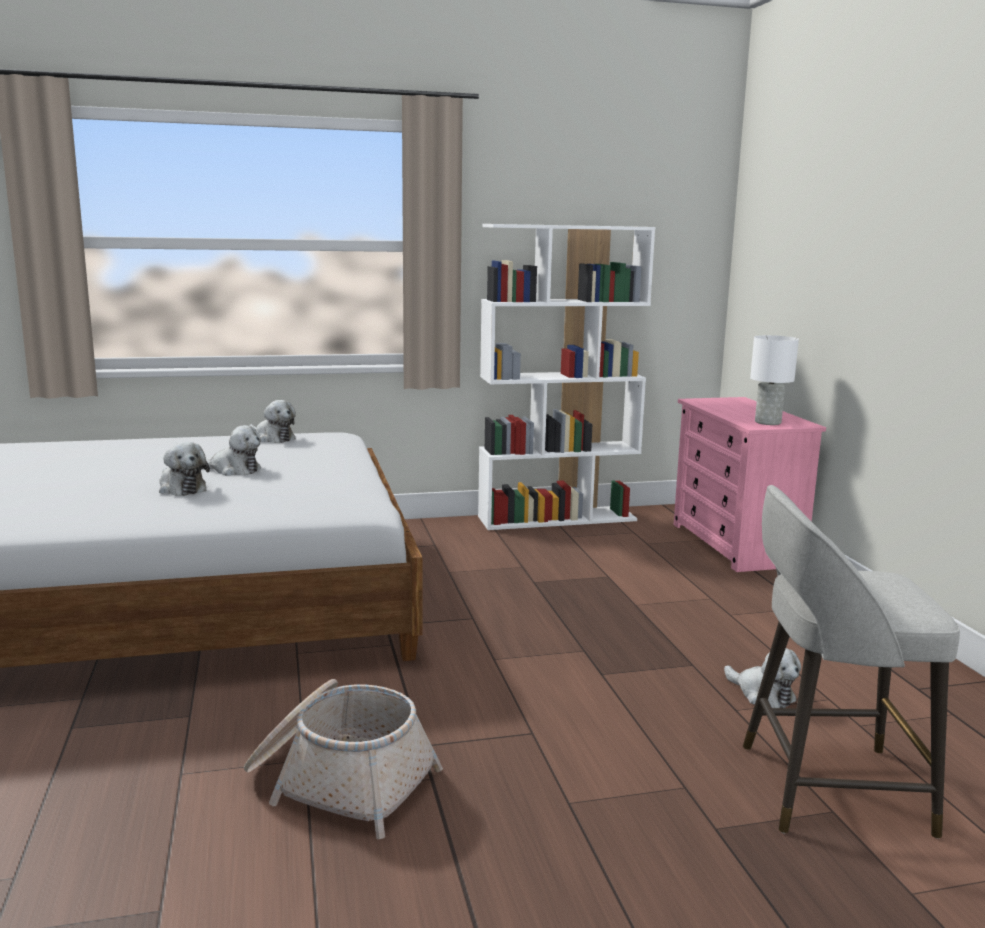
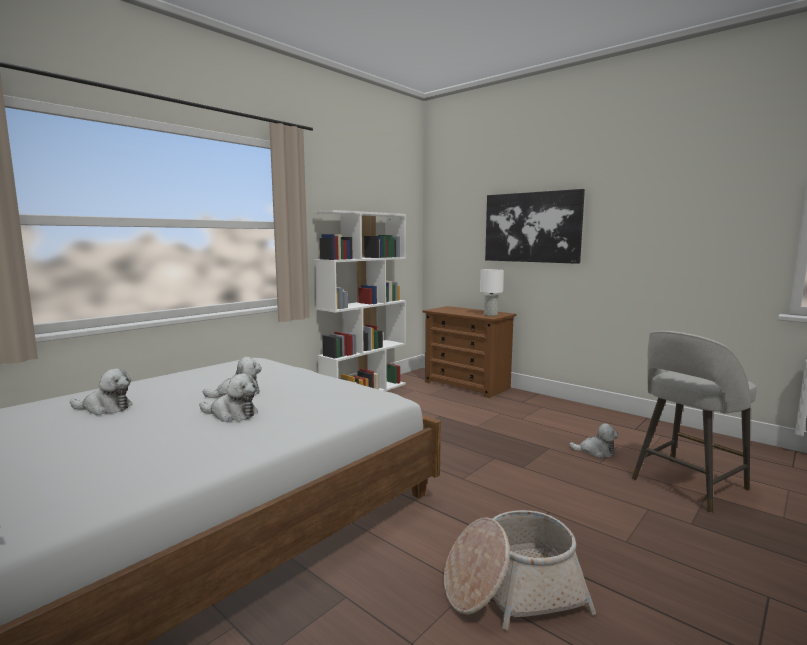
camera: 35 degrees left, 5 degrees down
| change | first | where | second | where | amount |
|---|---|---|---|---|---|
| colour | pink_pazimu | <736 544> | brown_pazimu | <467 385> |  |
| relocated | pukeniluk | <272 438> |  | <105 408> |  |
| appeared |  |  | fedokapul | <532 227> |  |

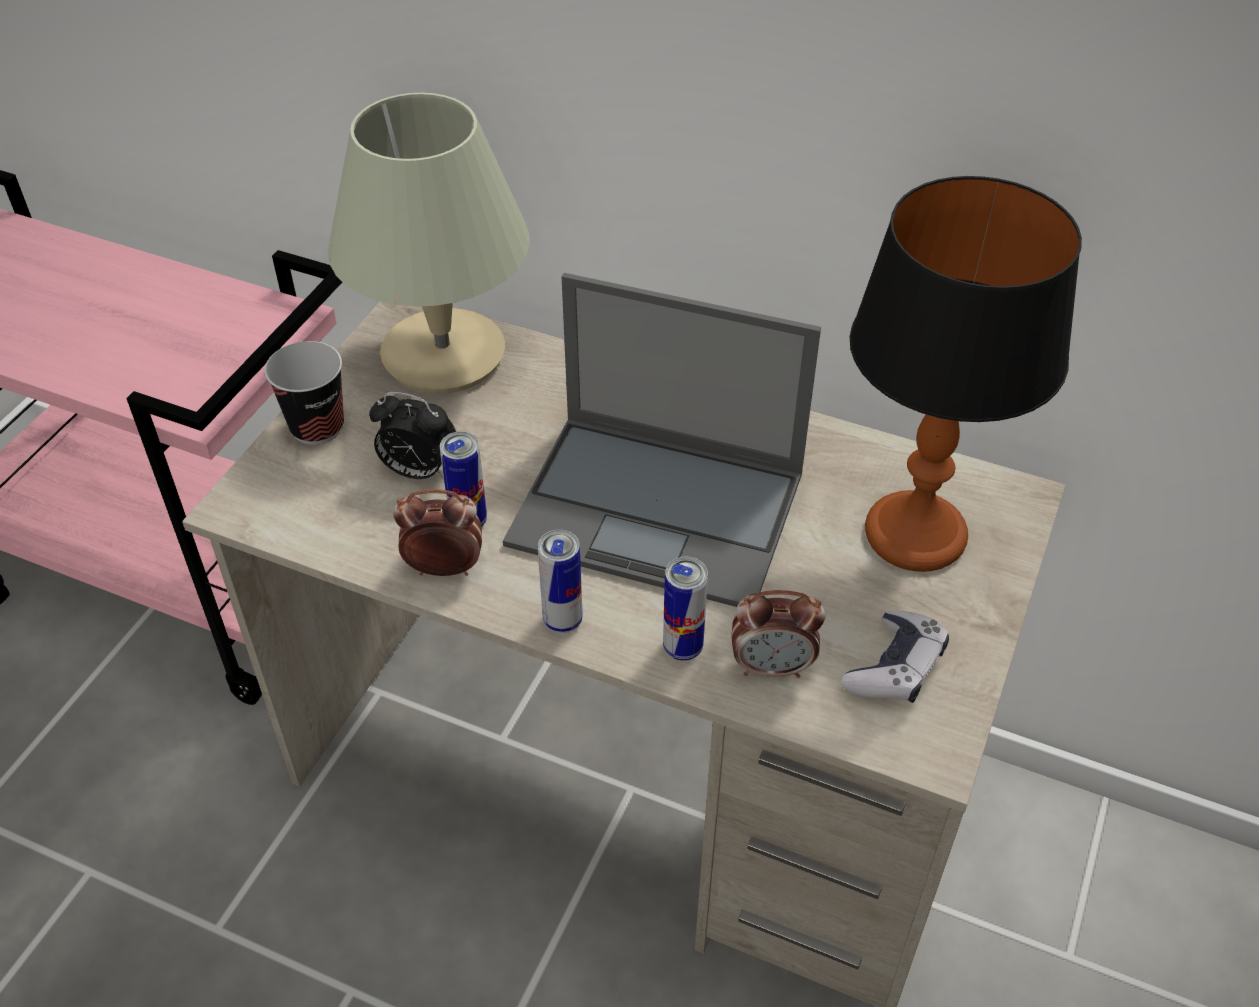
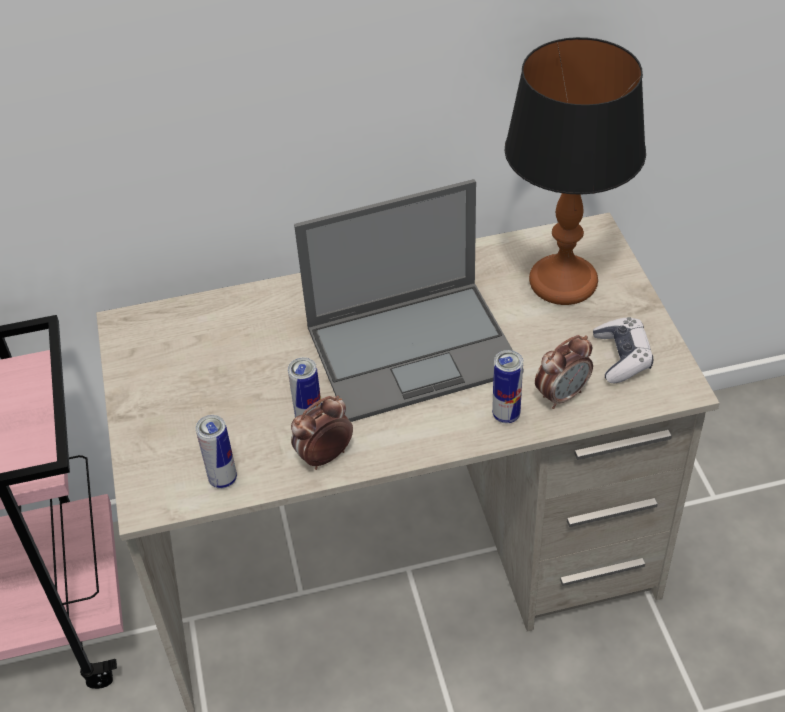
camera: 35 degrees left, 0 degrees up
| change | first | where | second | where | amount |
|---|---|---|---|---|---|
| missing | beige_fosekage | <444 355> |  |  |  |
| missing | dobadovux | <317 427> |  |  |  |
| missing | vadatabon | <417 471> |  |  |  |
| relocated | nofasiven | <562 620> |  | <223 479> |  |

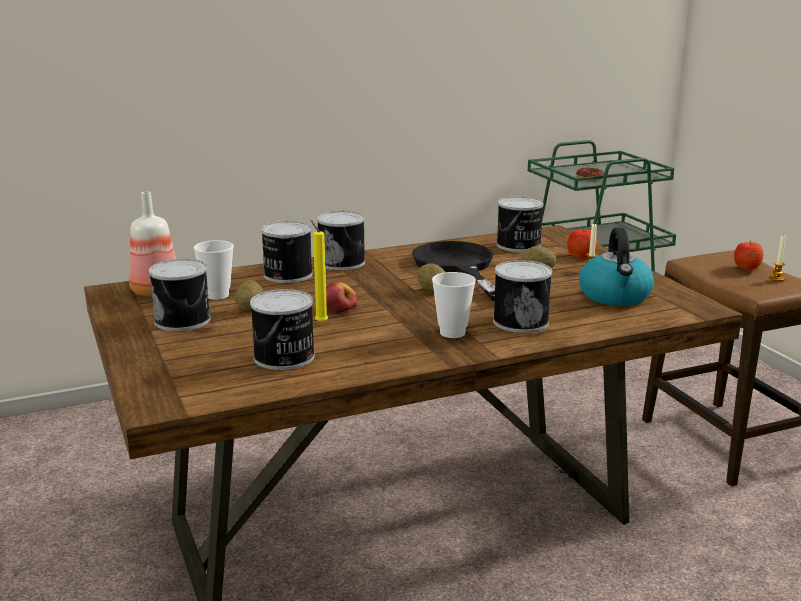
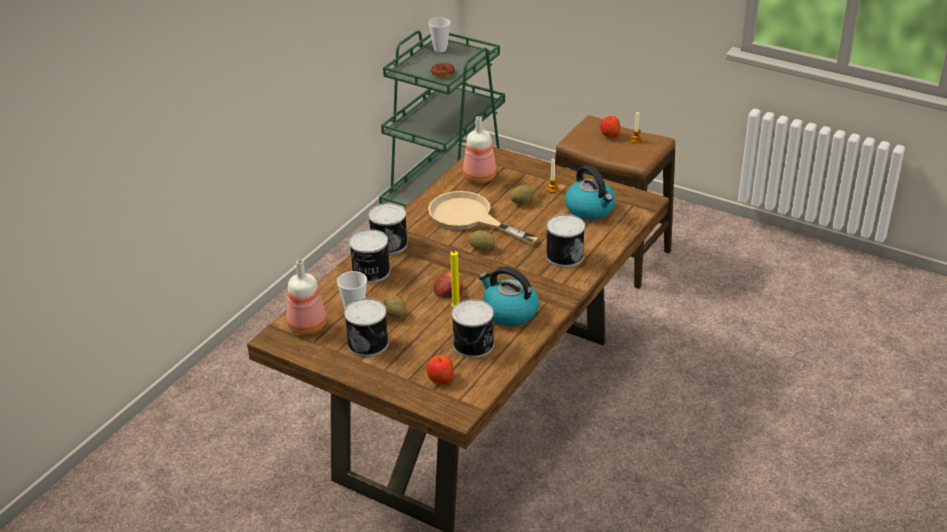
camera: 35 degrees left, 15 degrees up
| change | first | where | second | where | amount |
|---|---|---|---|---|---|
| exchanged | nofasiven | <519 245> | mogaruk | <480 178> |  |
| relocated | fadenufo | <581 256> |  | <440 378> |  |
| colour | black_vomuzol | <458 267> | beige_vomuzol | <469 218> |  |
| relocated | dobadovux | <452 333> |  | <440 49> |  |
| appeared |  |  | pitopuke | <509 312> |  |

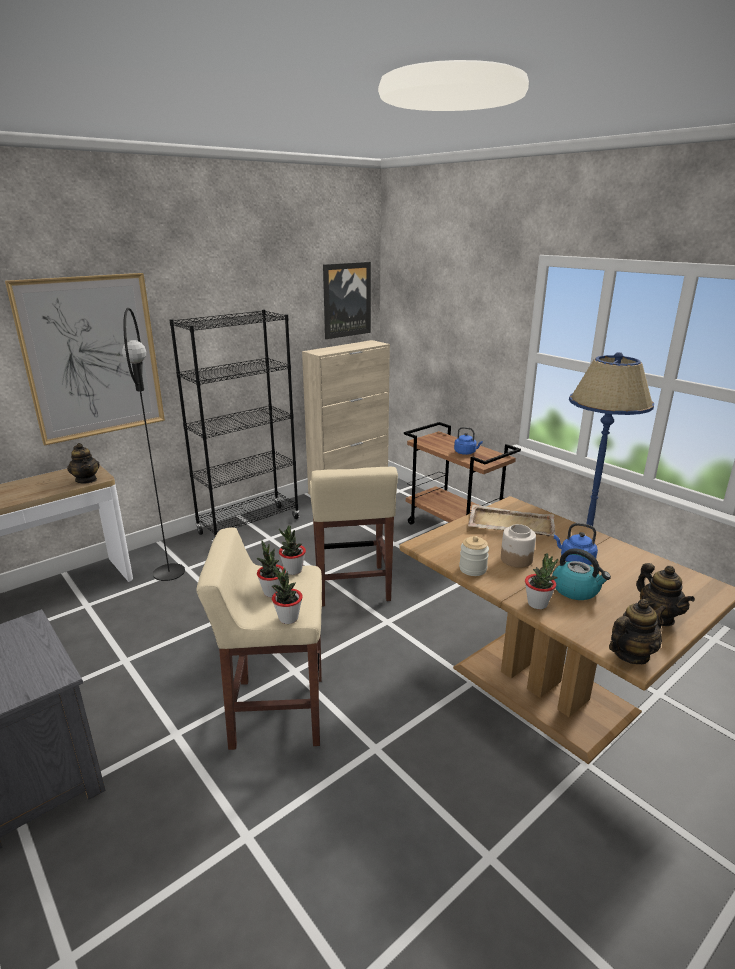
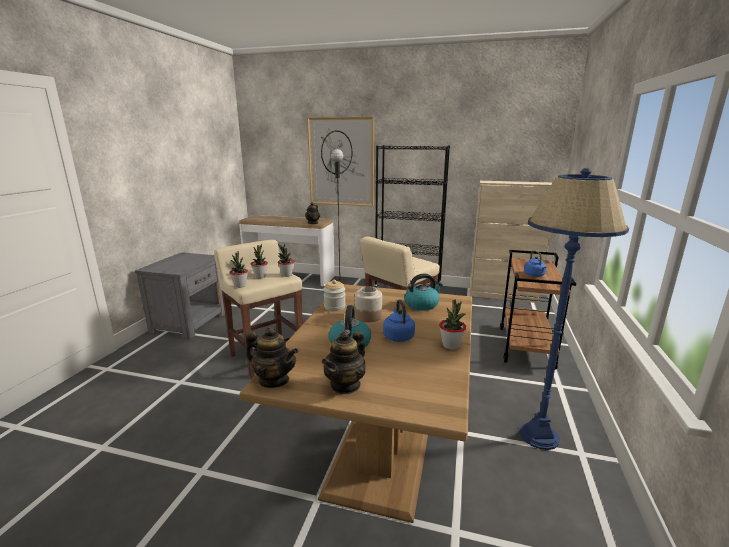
camera: 55 degrees right, 5 degrees down
| change | first | where | second | where | amount |
|---|---|---|---|---|---|
| missing | fedokapul | <346 300> |  |  |  |
| exchanged | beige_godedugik | <510 523> | pitopuke | <422 304> |  |
| relocated | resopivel | <537 604> |  | <451 345> |  |

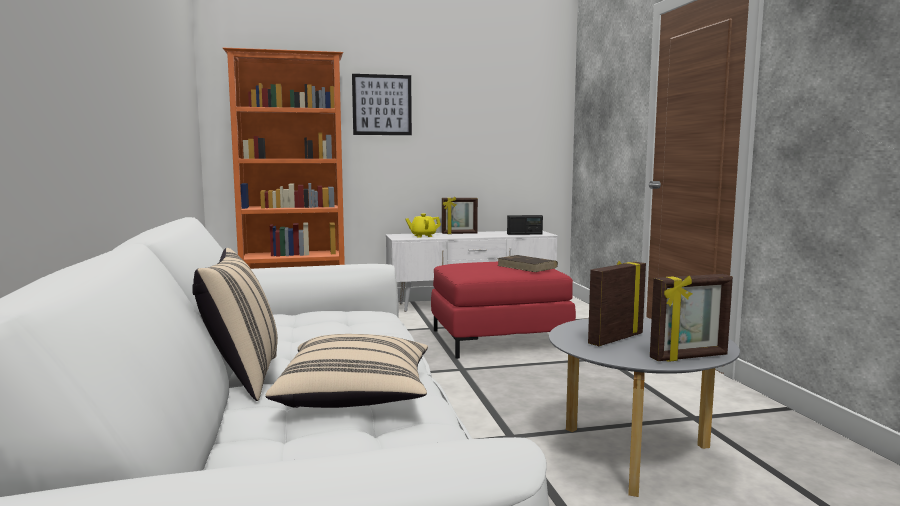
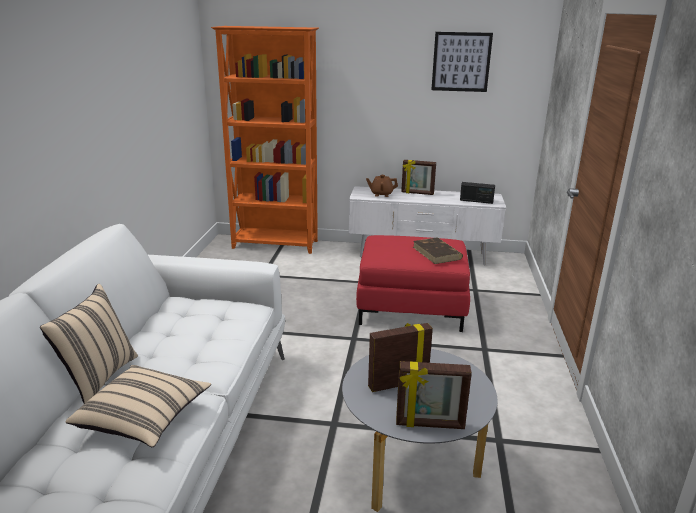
camera: 20 degrees right, 15 degrees up
| change | first | where | second | where | amount |
|---|---|---|---|---|---|
| relocated | fedokapul | <382 105> |  | <461 62> |  |
| colour | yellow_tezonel | <423 236> | brown_tezonel | <381 194> |  |

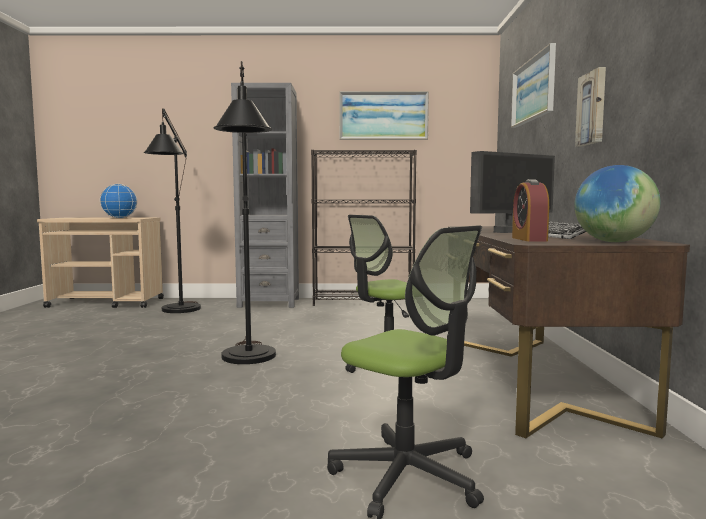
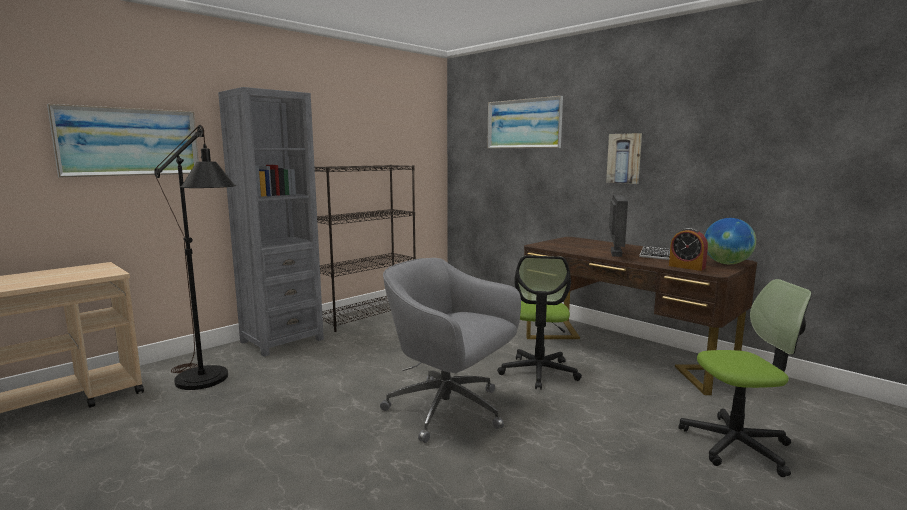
camera: 45 degrees left, 5 degrees up
| change | first | where | second | where | amount |
|---|---|---|---|---|---|
| exchanged | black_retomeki | <248 360> | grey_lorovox | <449 411> |  |
| relocated | fedokapul | <383 115> |  | <129 142> |  |
| missing | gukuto | <119 218> |  |  |  |

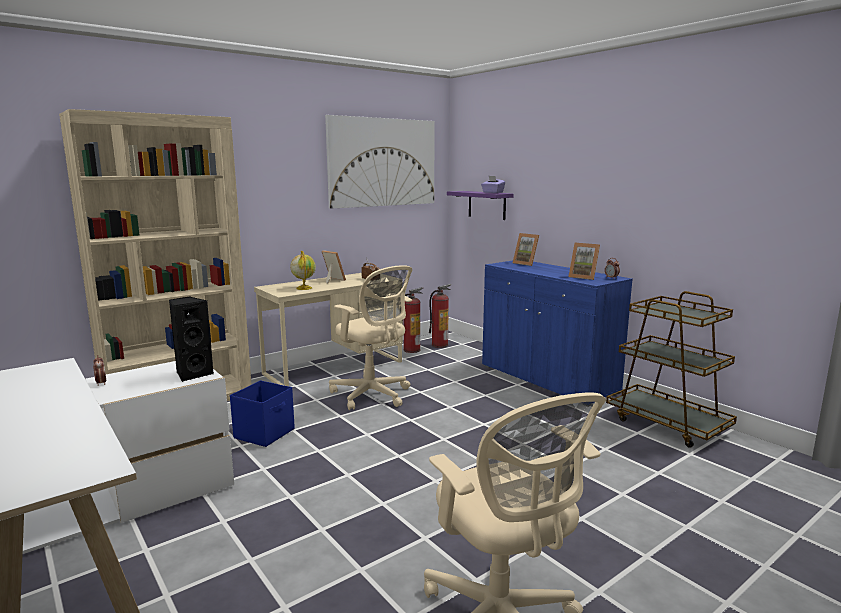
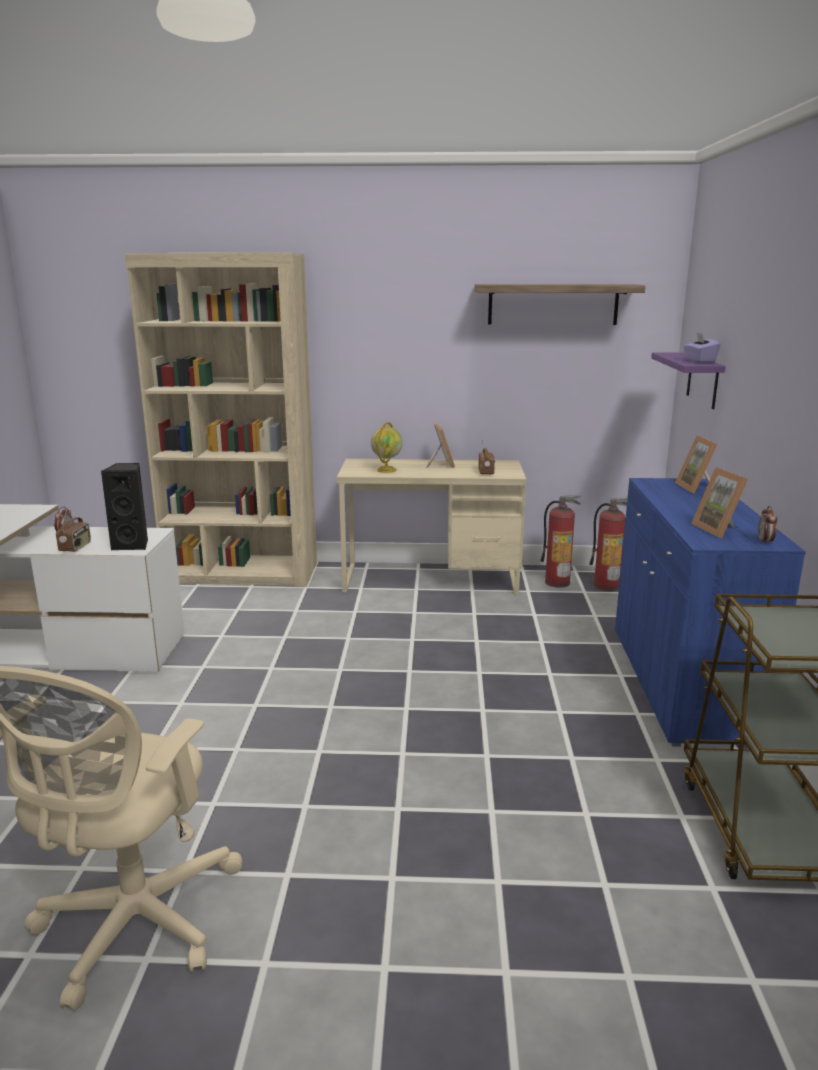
camera: 40 degrees right, 5 degrees up
| change | first | where | second | where | amount |
|---|---|---|---|---|---|
| exchanged | fedokapul | <382 162> | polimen | <553 304> |  |
| missing | beige_lorovox | <373 395> |  |  |  |
| missing | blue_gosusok | <265 433> |  |  |  |
| appeared |  |  | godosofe | <75 547> |  |

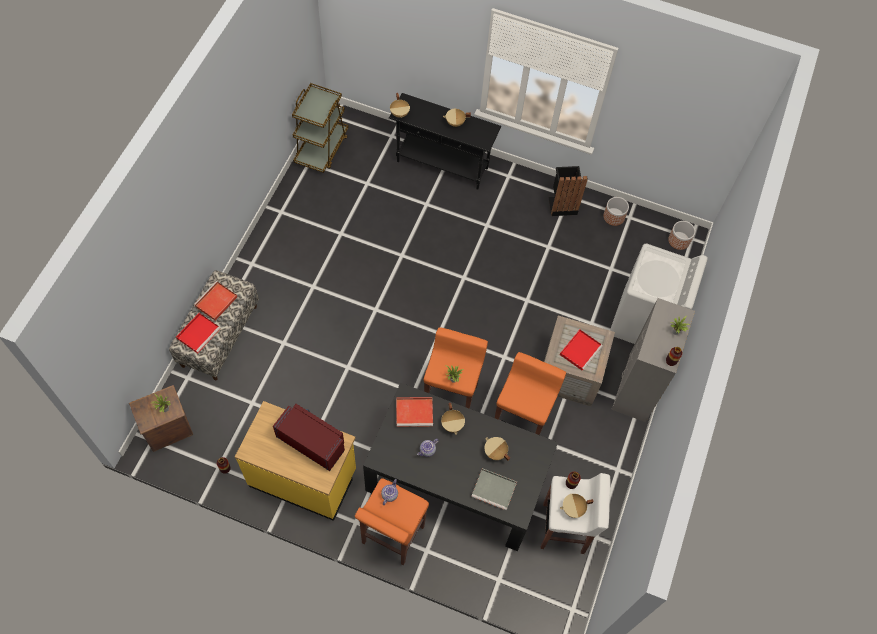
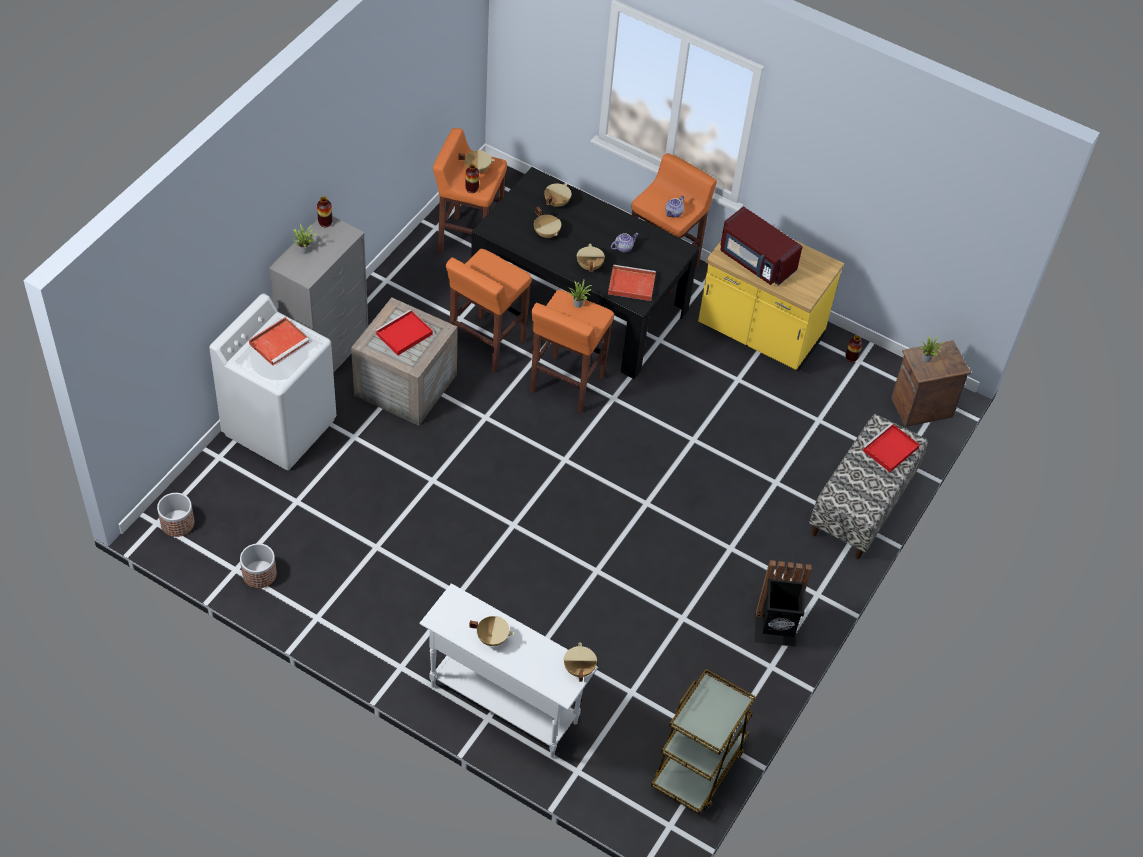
camera: 170 degrees left, 10 degrees down
| change | first | where | second | where | amount |
|---|---|---|---|---|---|
| colour | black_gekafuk | <442 165> | white_gekafuk | <503 703> |  |
| relocated | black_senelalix | <562 204> |  | <775 631> |  |
| relocated | red_godedugik | <216 302> |  | <279 342> |  |
| exchanged | grey_godedugik | <495 490> | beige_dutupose | <556 202> |  |
| colour | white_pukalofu | <564 528> | orange_pukalofu | <469 240> |  |

